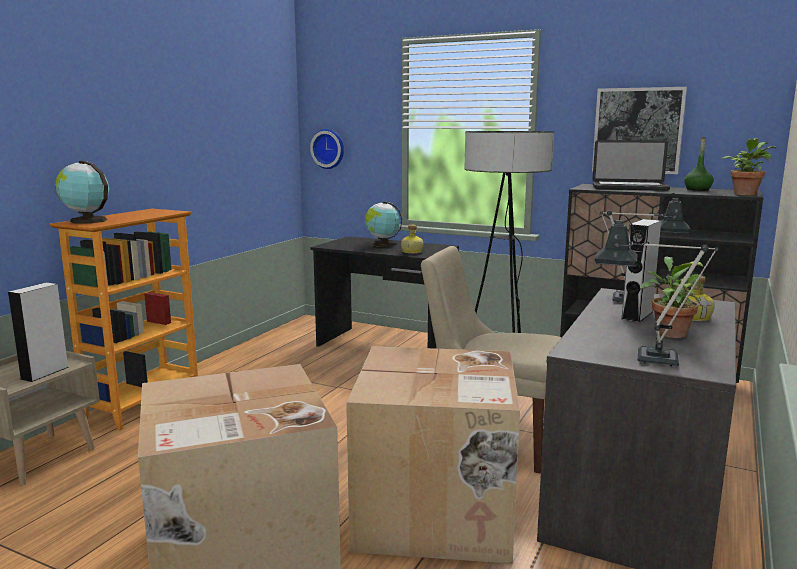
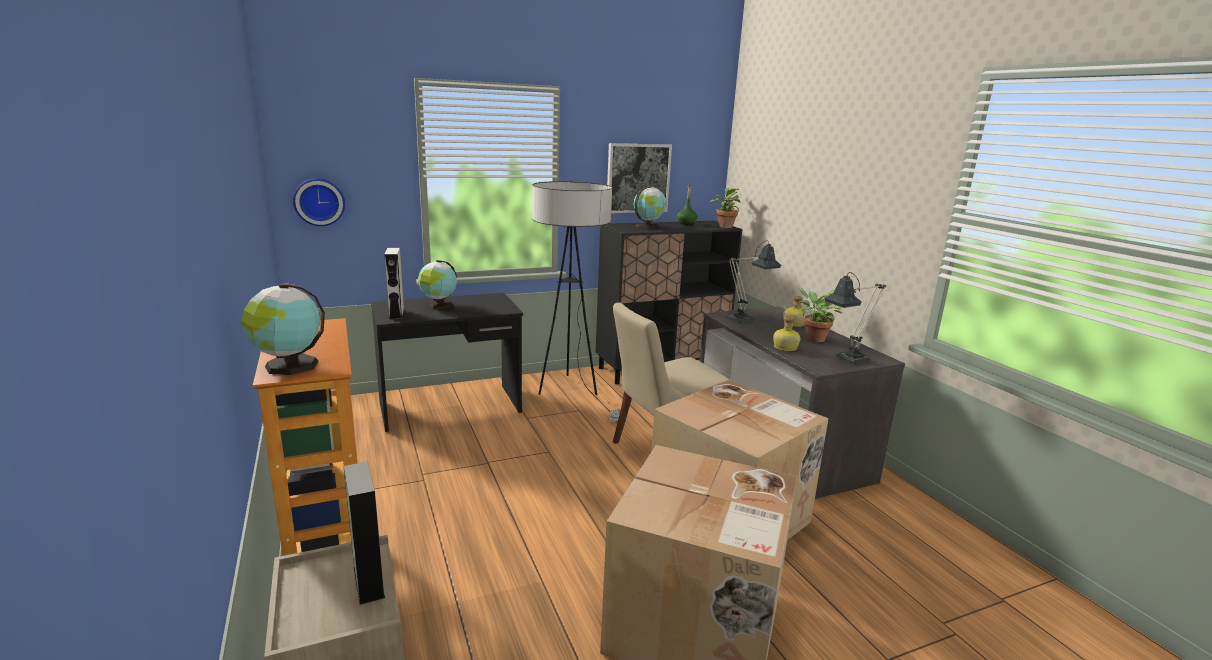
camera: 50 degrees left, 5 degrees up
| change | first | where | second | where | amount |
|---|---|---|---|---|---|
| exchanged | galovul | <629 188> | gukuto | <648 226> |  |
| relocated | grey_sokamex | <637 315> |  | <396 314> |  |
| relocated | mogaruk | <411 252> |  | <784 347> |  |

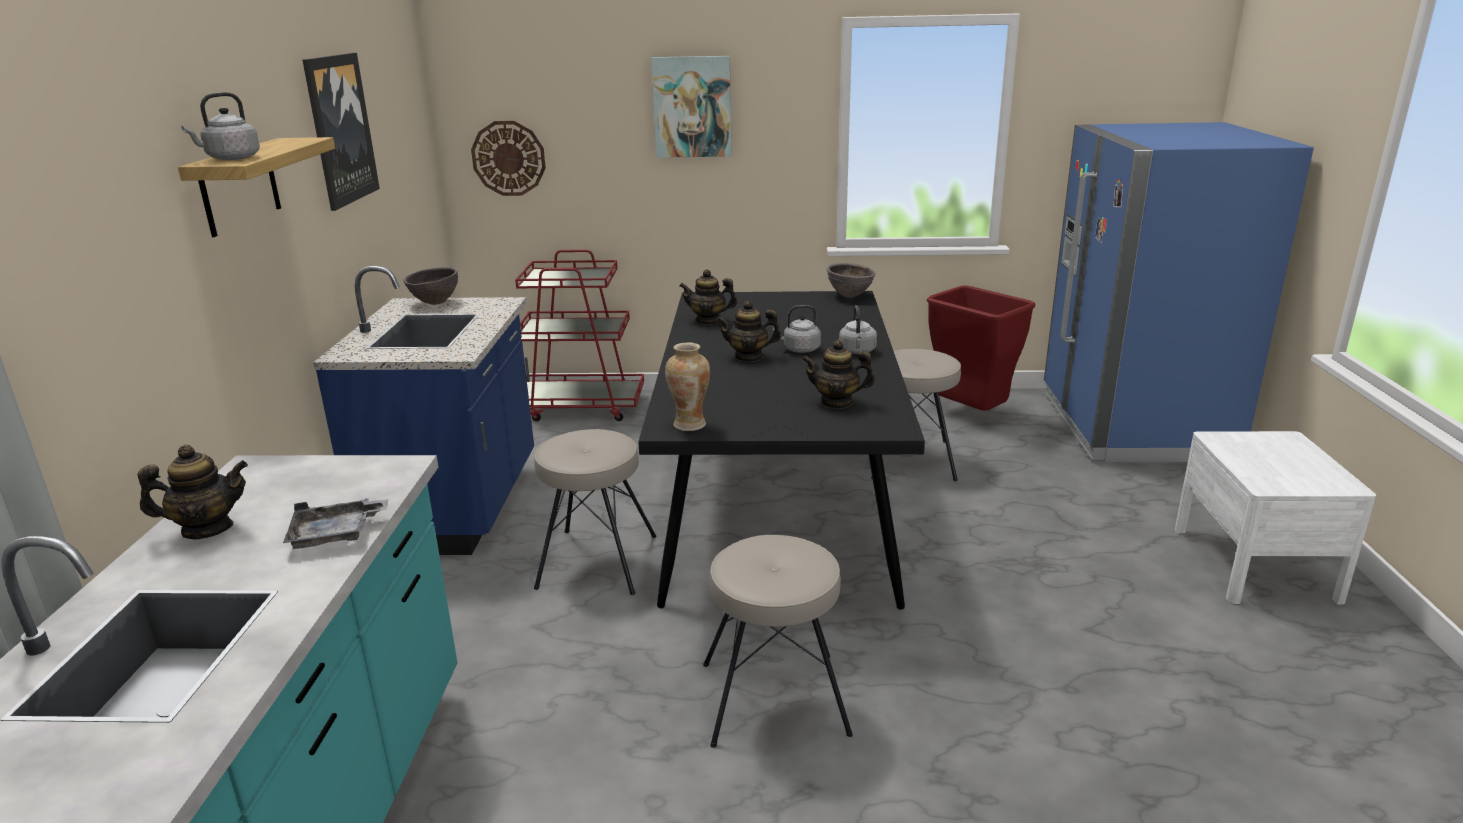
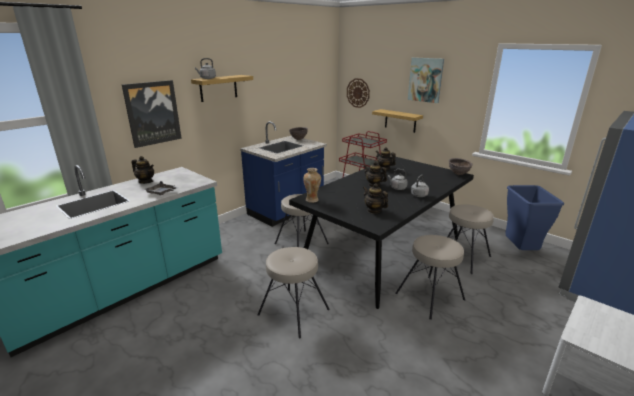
camera: 40 degrees right, 0 degrees up
| change | first | where | second | where | amount |
|---|---|---|---|---|---|
| relocated | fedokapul | <340 129> |  | <153 113> |  |
| colour | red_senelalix | <971 415> | blue_senelalix | <520 251> |  |
| appeared |  |  | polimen | <400 121> |  |
| appeared |  |  | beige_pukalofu | <430 297> |  |

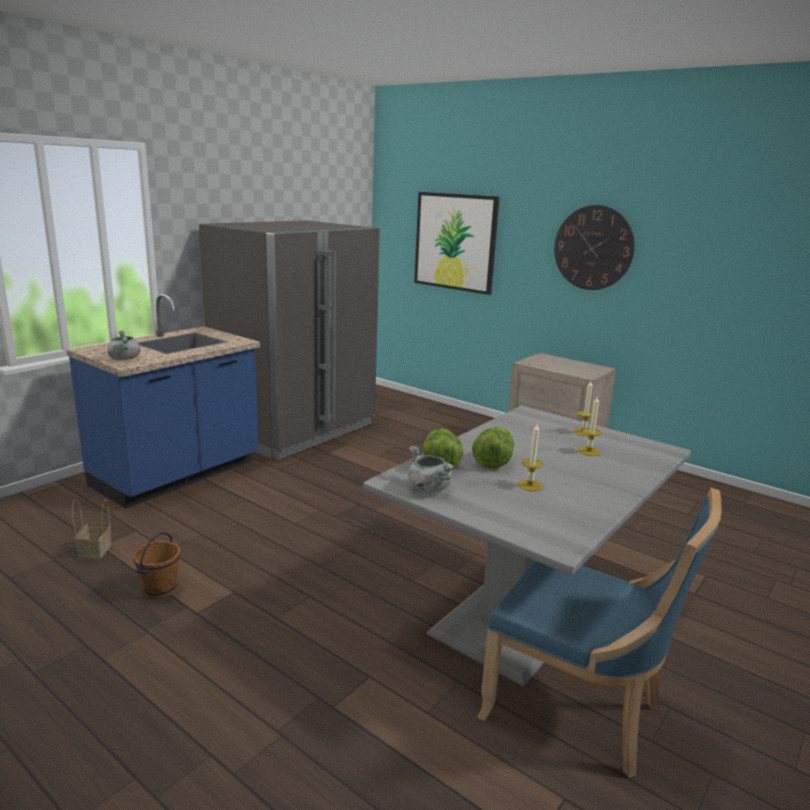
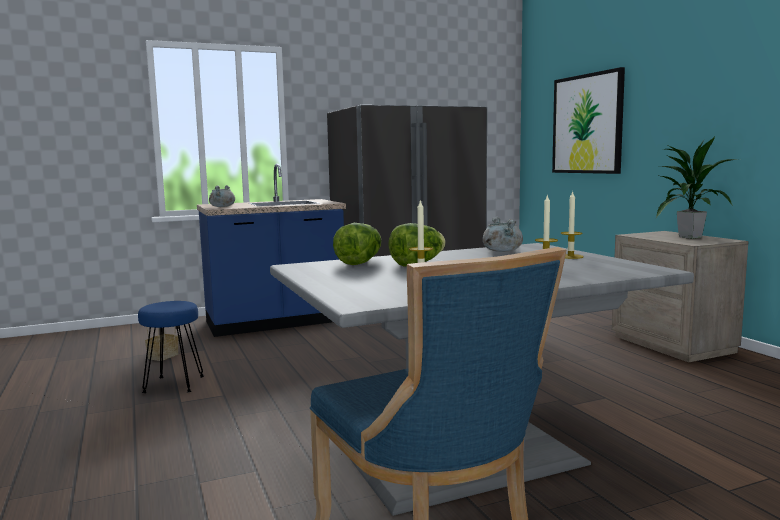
camera: 30 degrees right, 10 degrees down
| change | first | where | second | where | amount |
|---|---|---|---|---|---|
| missing | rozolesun | <593 248> |  |  |  |
| relocated | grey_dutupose | <427 489> |  | <501 251> |  |
| exchanged | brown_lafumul | <160 591> | blue_pukalofu | <173 385> |  |
| appeared |  |  | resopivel | <689 237> |  |

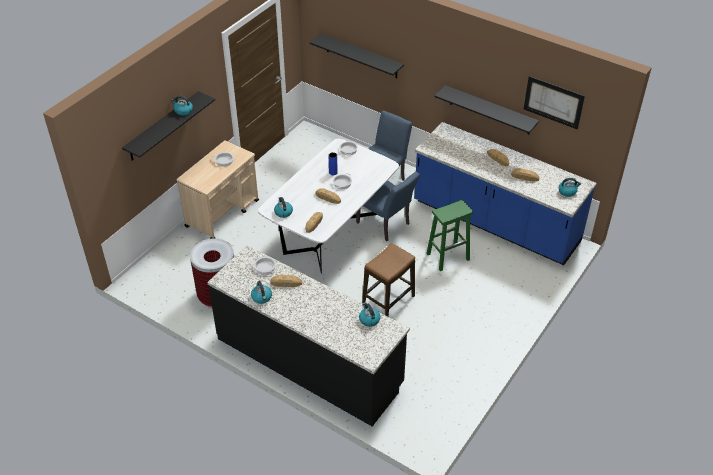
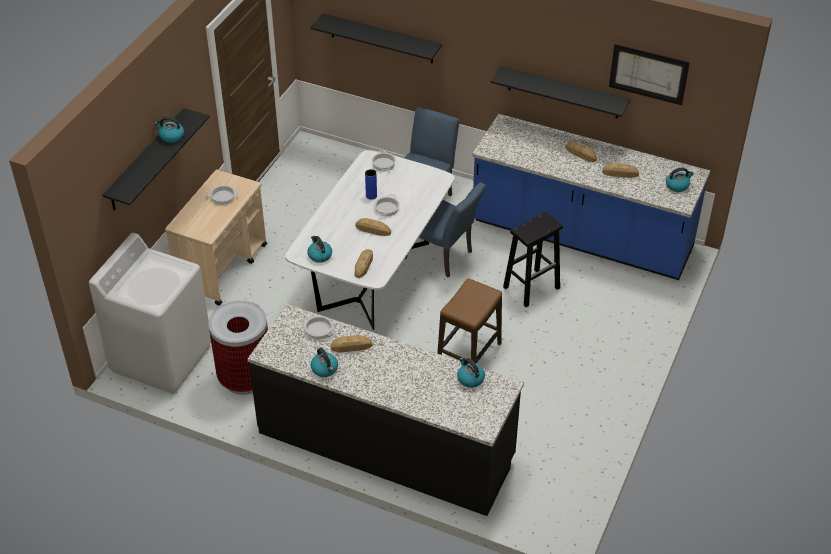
camera: 10 degrees left, 0 degrees up
| change | first | where | second | where | amount |
|---|---|---|---|---|---|
| colour | green_pukalofu | <448 256> | black_pukalofu | <532 287> |  |
| appeared |  |  | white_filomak | <162 357> |  |

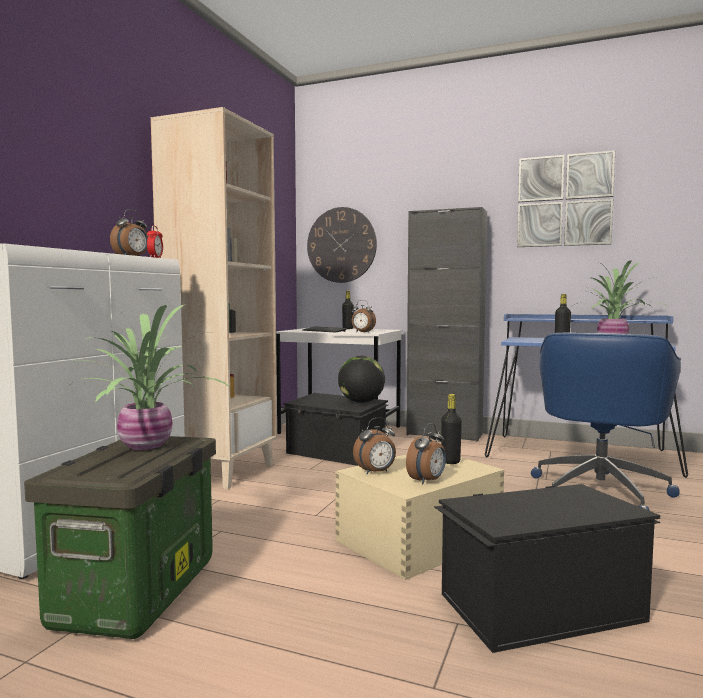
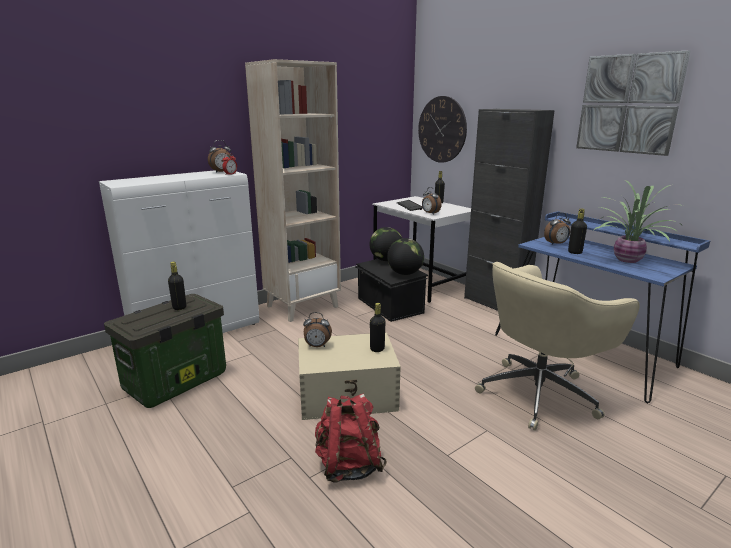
camera: 30 degrees right, 15 degrees up
| change | first | where | second | where | amount |
|---|---|---|---|---|---|
| exchanged | resopivel | <147 446> | black_mogaruk | <179 307> |  |
| colour | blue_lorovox | <600 490> | beige_lorovox | <540 393> |  |
| relocated | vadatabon | <427 481> |  | <556 244> |  |
| exchanged | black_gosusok | <538 606> | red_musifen | <348 465> |  |
| appeared |  |  | gukuto | <386 260> |  |

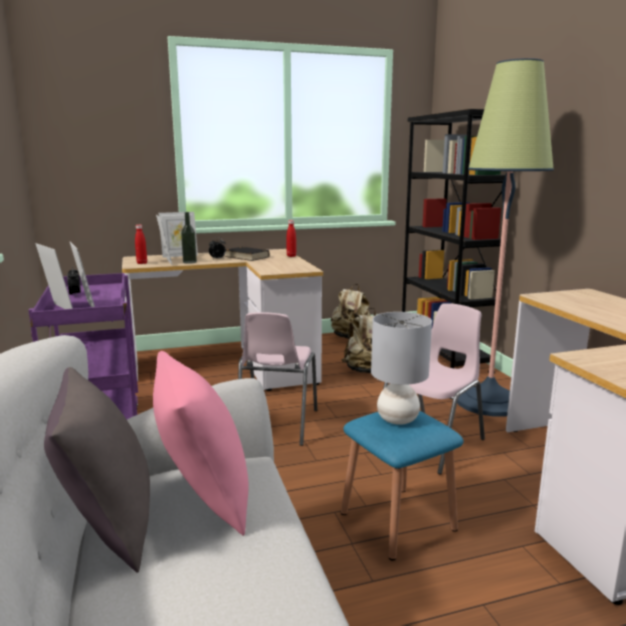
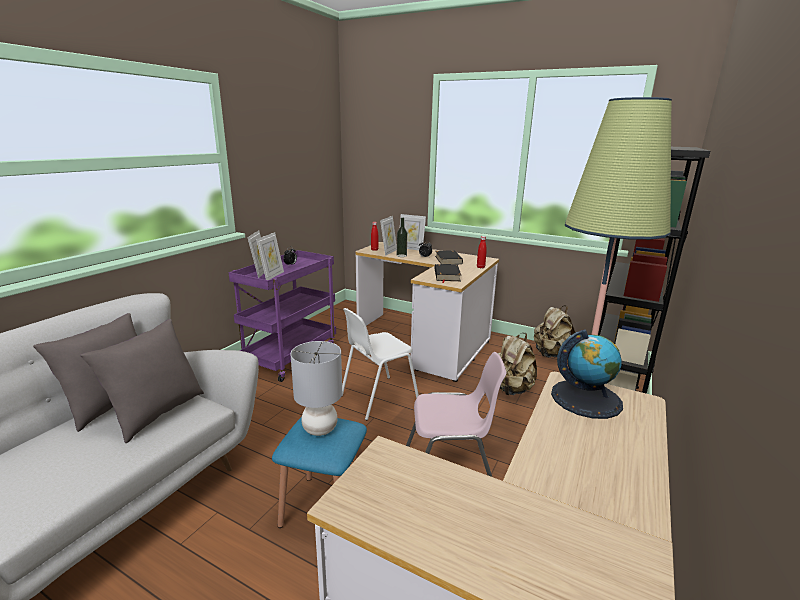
camera: 45 degrees right, 5 degrees up
| change | first | where | second | where | amount |
|---|---|---|---|---|---|
| colour | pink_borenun | <277 425> | white_borenun | <377 398> |  |
| colour | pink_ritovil | <203 498> | grey_ritovil | <156 413> |  |
| appeared |  |  | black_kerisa | <446 275> |  |
| appeared |  |  | gukuto | <586 398> |  |

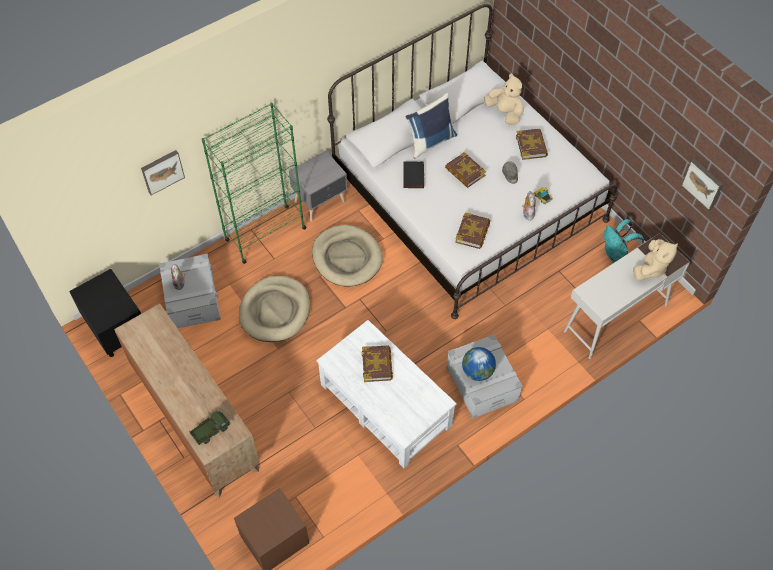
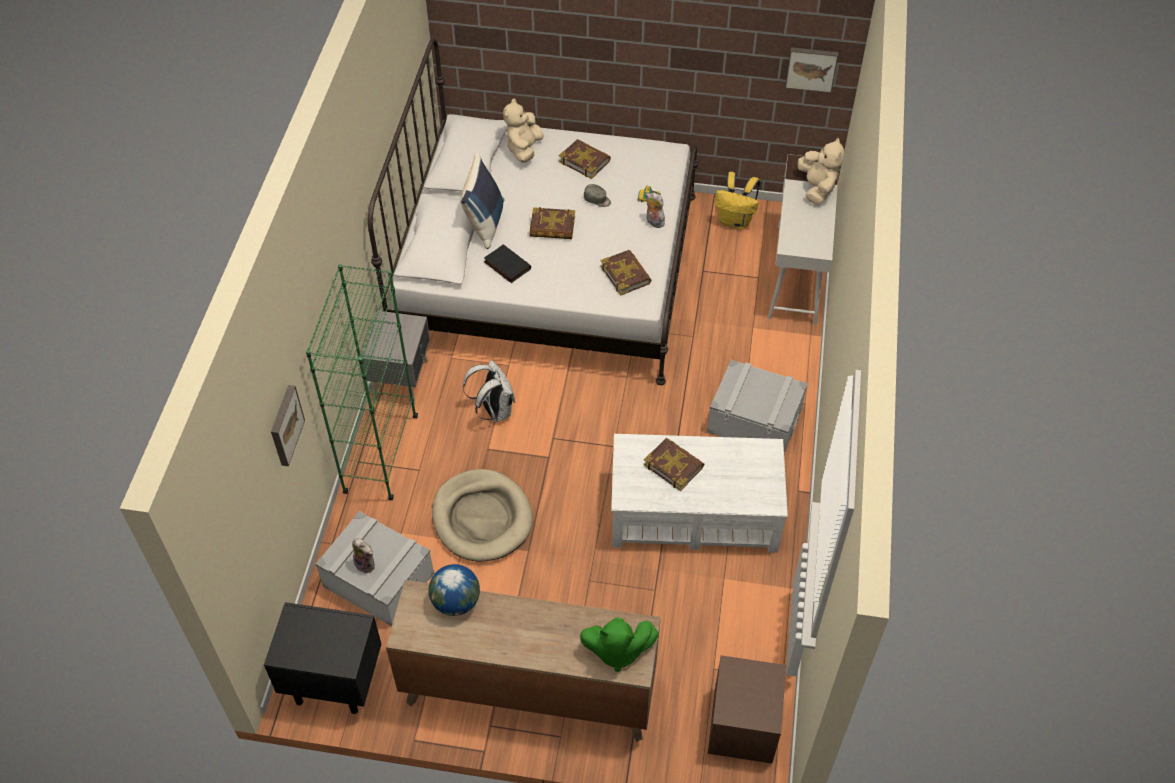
camera: 45 degrees left, 5 degrees down
| change | first | where | second | where | amount |
|---|---|---|---|---|---|
| spun | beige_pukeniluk | <504 113> |  | <524 149> | 75 degrees counterclockwise |
| colour | turquoise_musifen | <616 256> | yellow_musifen | <735 221> |  |
| exchanged | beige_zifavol | <347 258> | white_musifen | <494 410> |  |
| relocated | gukuto | <477 371> |  | <456 602> |  |
| exchanged | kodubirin | <210 431> | green_pukeniluk | <617 651> |  |

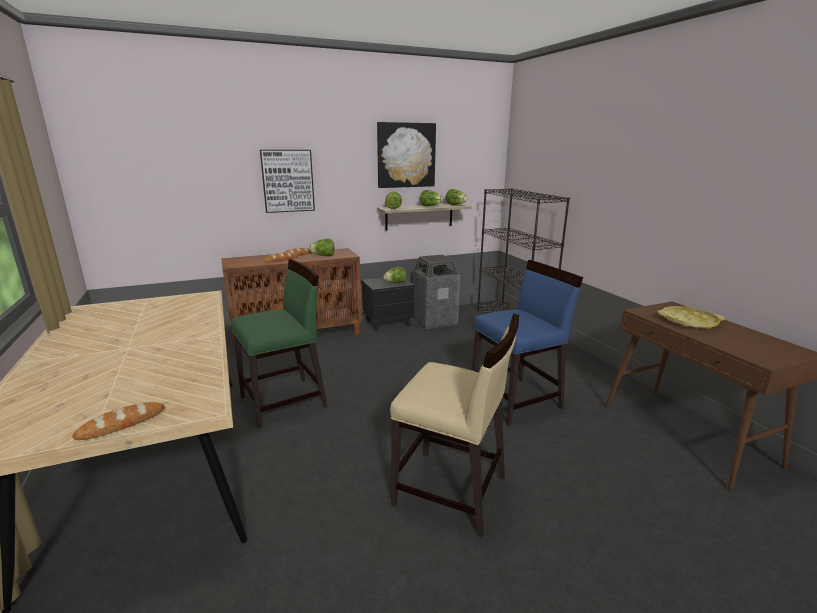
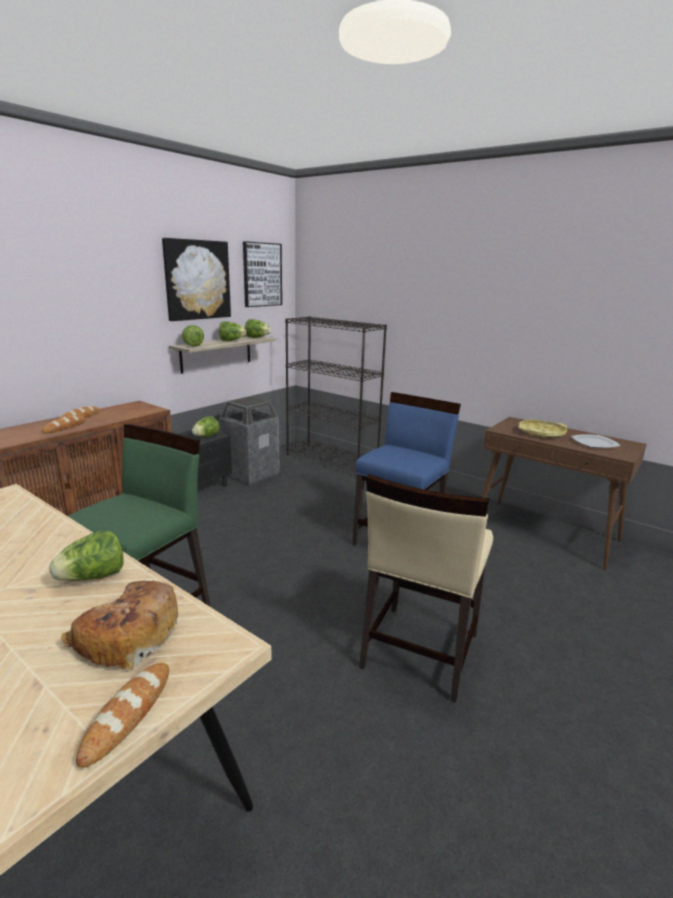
camera: 30 degrees left, 0 degrees up
| change | first | where | second | where | amount |
|---|---|---|---|---|---|
| relocated | fedokapul | <287 181> |  | <262 274> |  |
| relocated | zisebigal | <323 256> |  | <93 577> |  |
| spun | beige_borenun | <451 491> |  | <419 651> | 120 degrees clockwise |
| appeared |  |  | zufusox | <594 443> |  |
| appeared |  |  | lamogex | <126 636> |  |

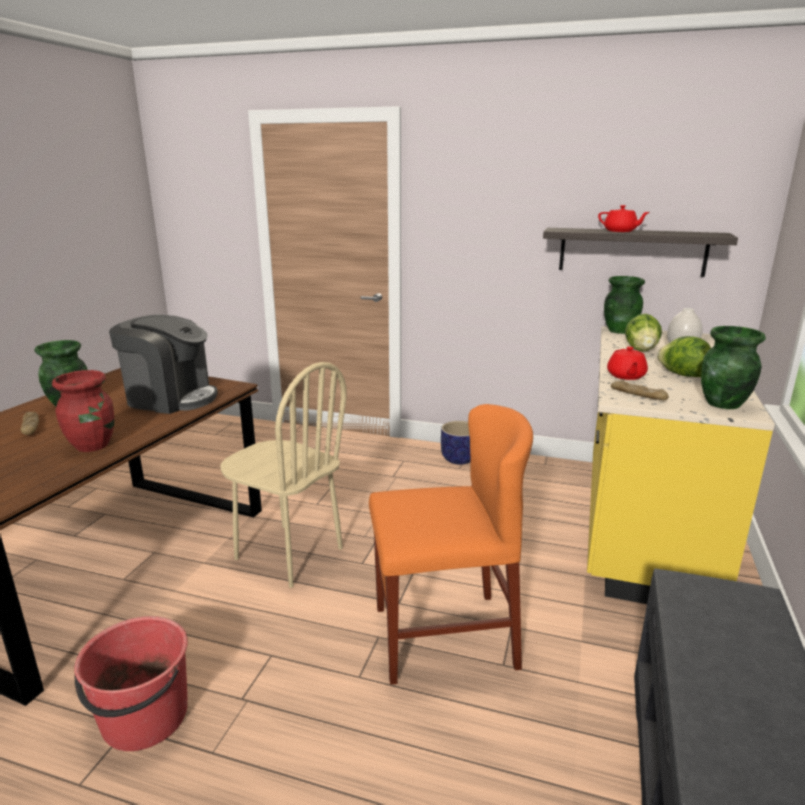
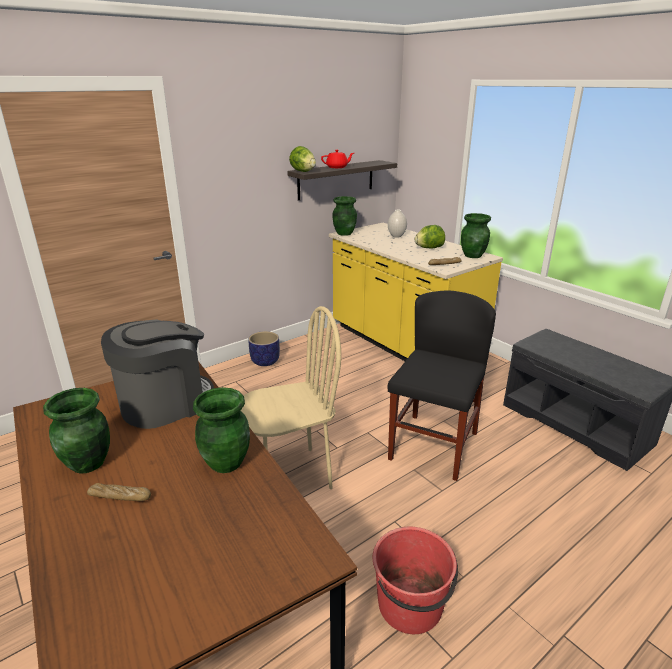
camera: 55 degrees left, 5 degrees up
| change | first | where | second | where | amount |
|---|---|---|---|---|---|
| relocated | zisebigal | <641 350> |  | <303 171> |  |
| missing | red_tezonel | <626 376> |  |  |  |
| colour | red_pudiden | <93 445> | green_pudiden | <226 462> |  |
| colour | orange_borenun | <444 636> | black_borenun | <433 446> |  |

